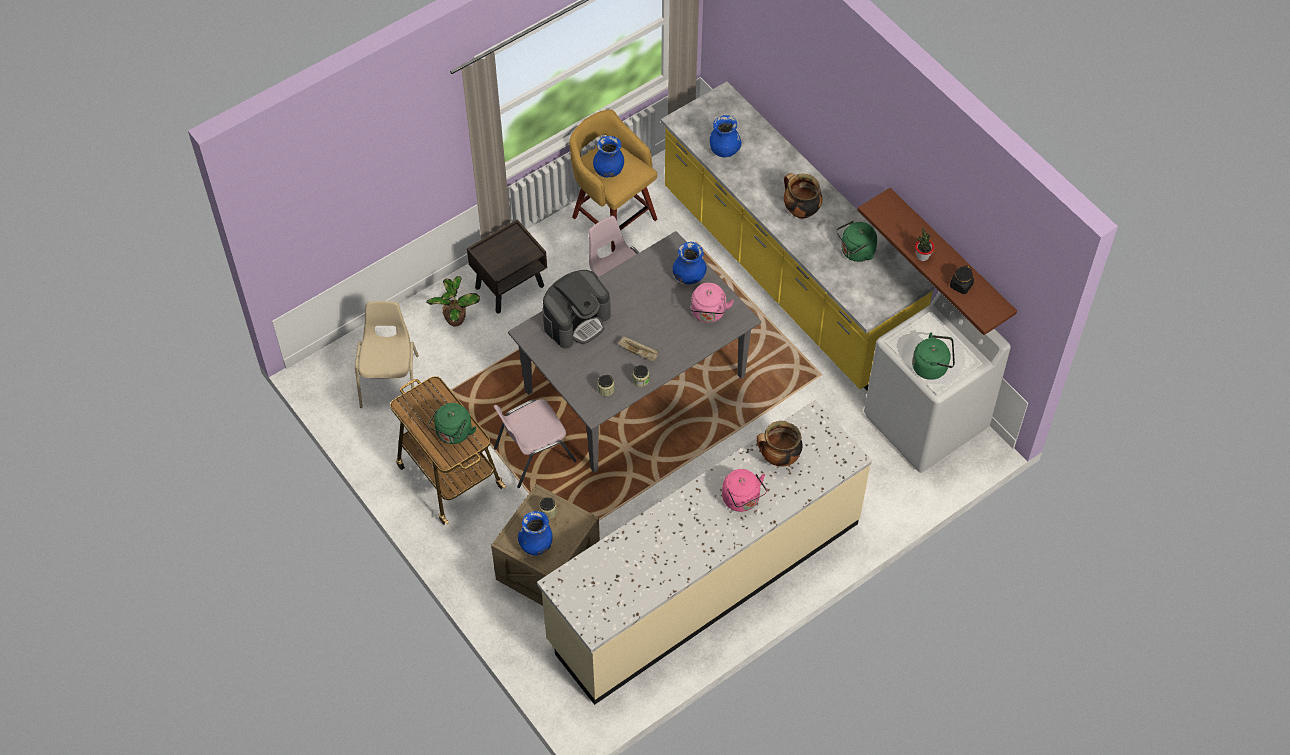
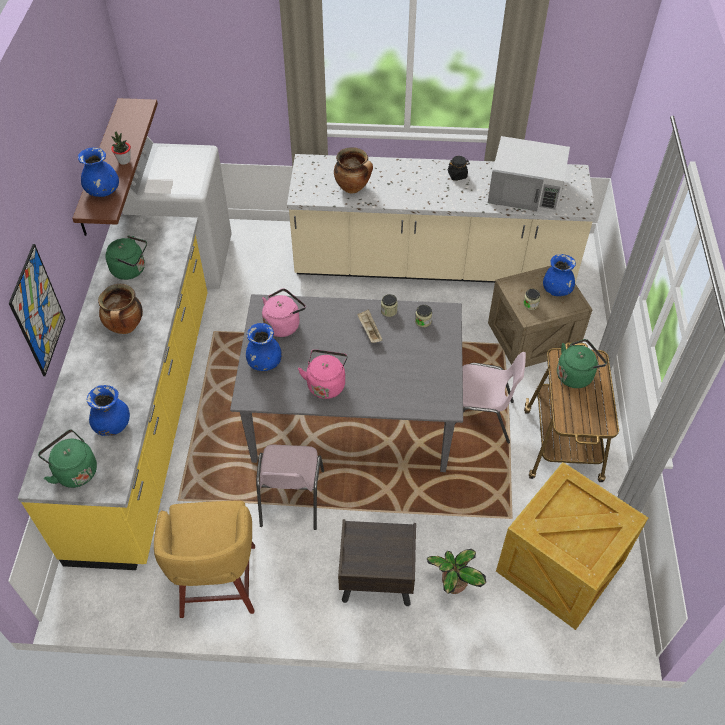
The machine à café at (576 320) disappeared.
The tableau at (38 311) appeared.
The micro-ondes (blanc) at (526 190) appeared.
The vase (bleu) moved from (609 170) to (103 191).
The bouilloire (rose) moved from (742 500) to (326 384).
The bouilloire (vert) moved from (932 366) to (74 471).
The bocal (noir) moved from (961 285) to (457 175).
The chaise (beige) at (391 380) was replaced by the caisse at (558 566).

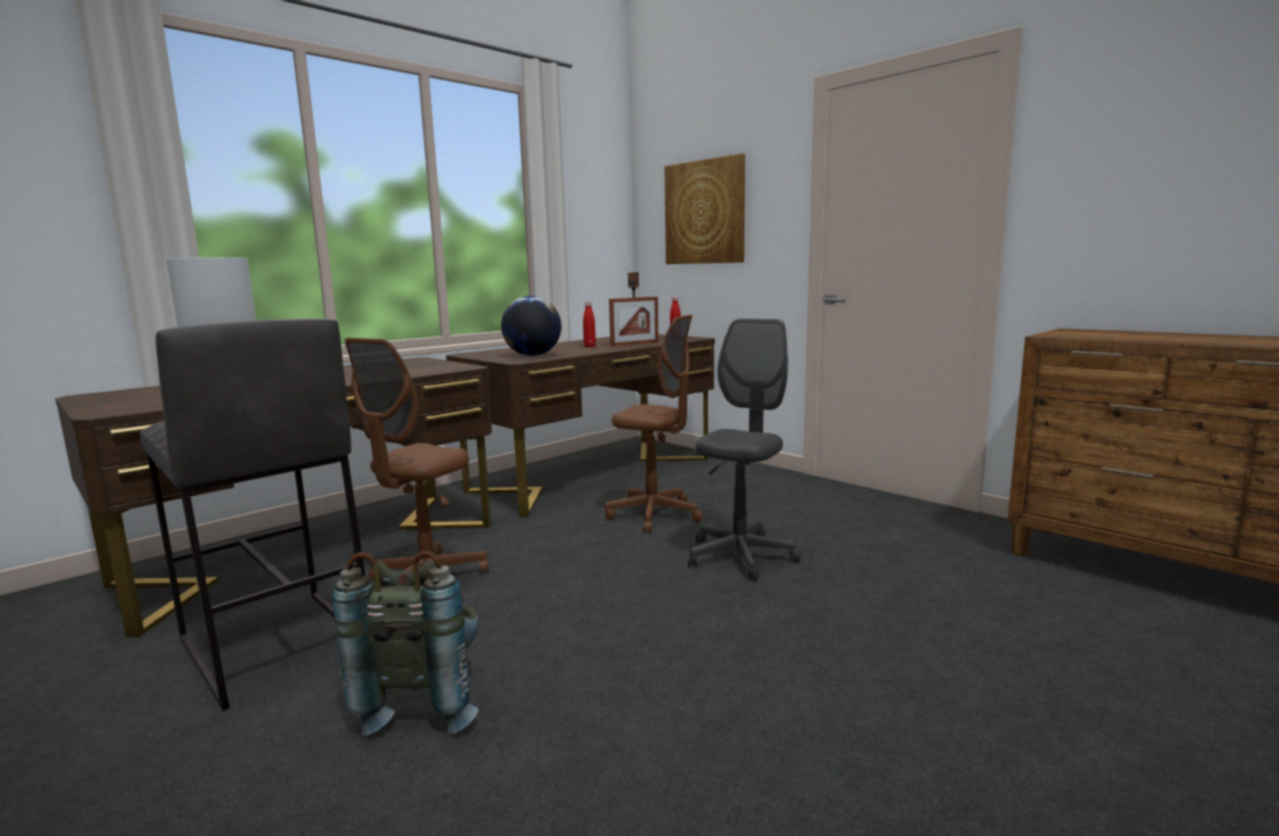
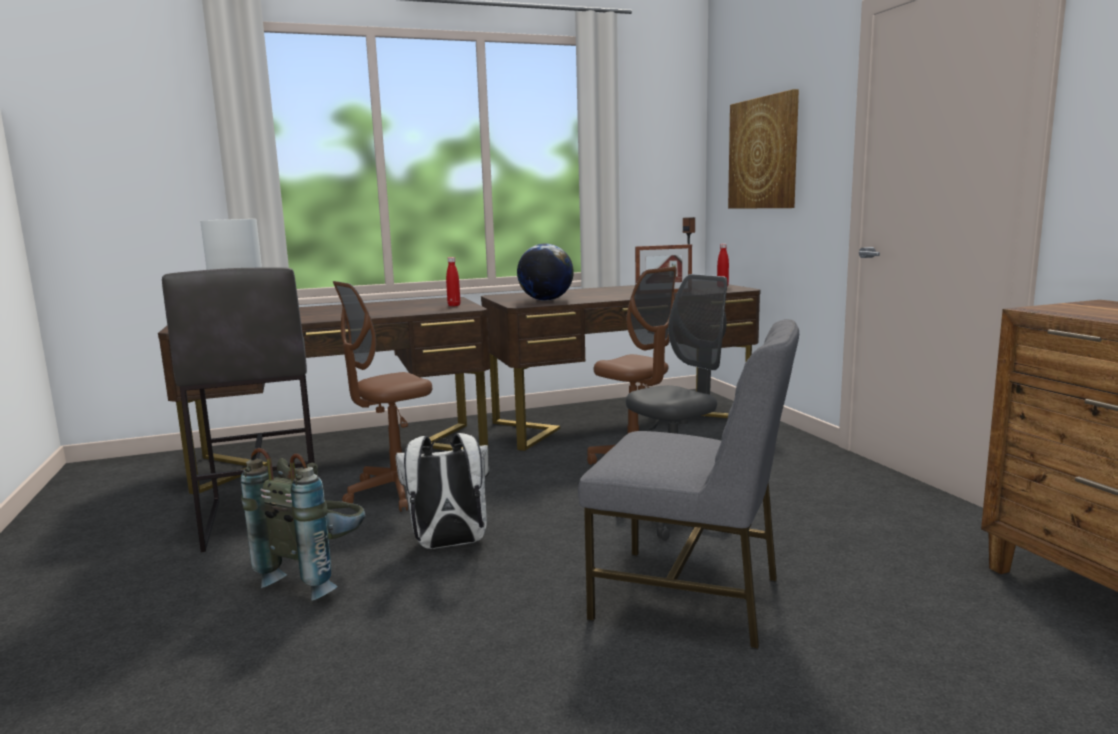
The sac à dos (blanc) at (448 545) appeared.
The chaise (gris) at (690 598) appeared.
The bouteille (rouge) moved from (589 346) to (454 305).

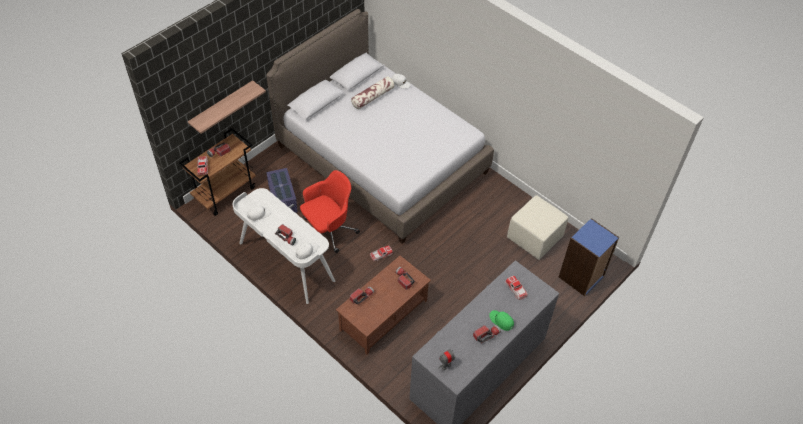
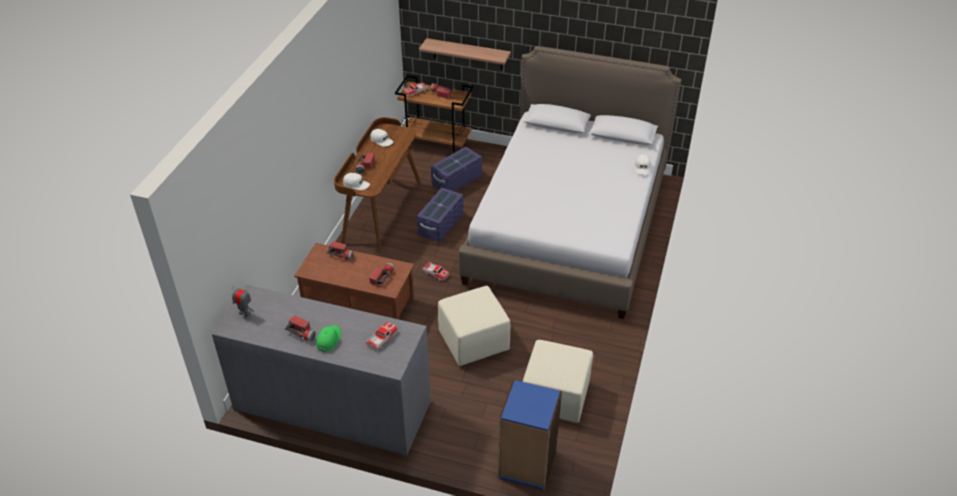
The coussin at (373 97) disappeared.
The pouf (beige) at (473 342) appeared.
The chaise de bureau (rouge) at (328 230) was replaced by the boîte de rangement (violet) at (440 225).
The bureau (blanc) at (285 262) became the bureau (marron) at (381 212).

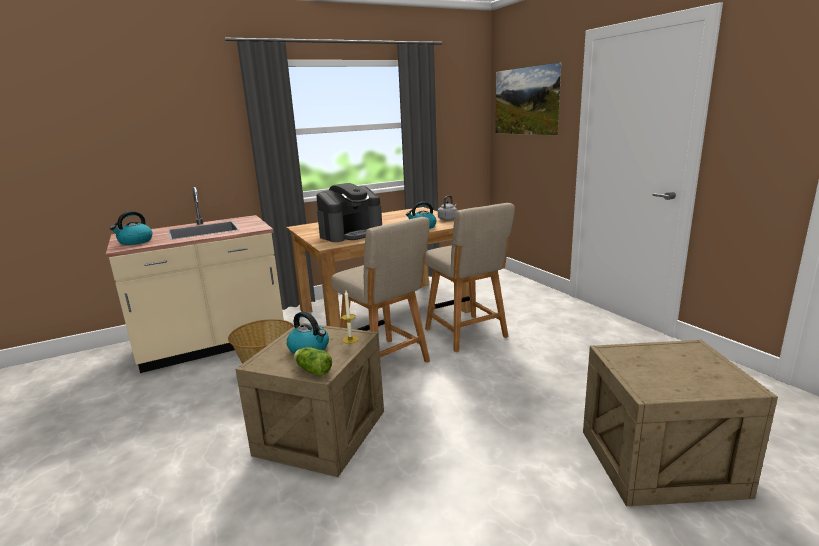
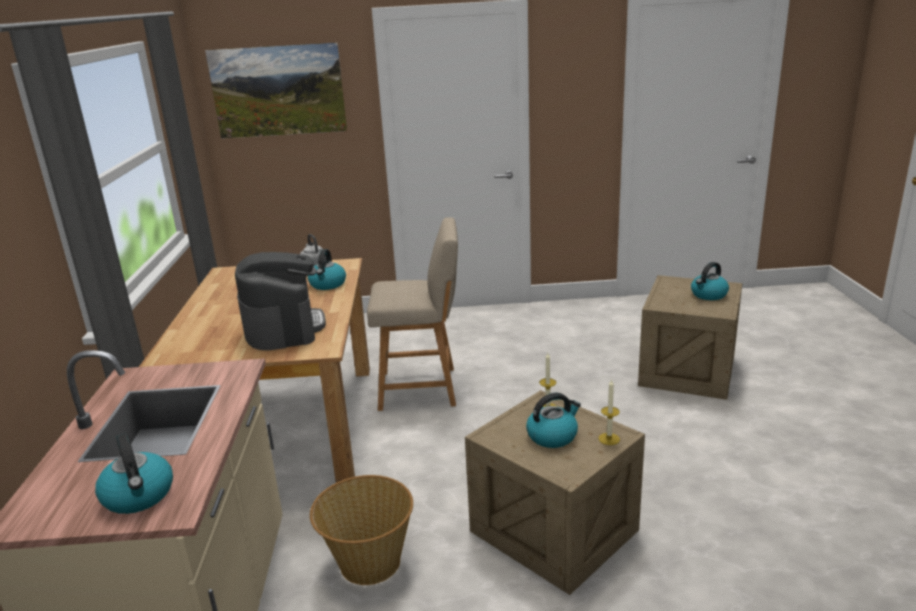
The chaise (beige) at (386 363) disappeared.
The bouilloire at (708 295) appeared.
The laitue at (312 370) was replaced by the bougie at (609 439).

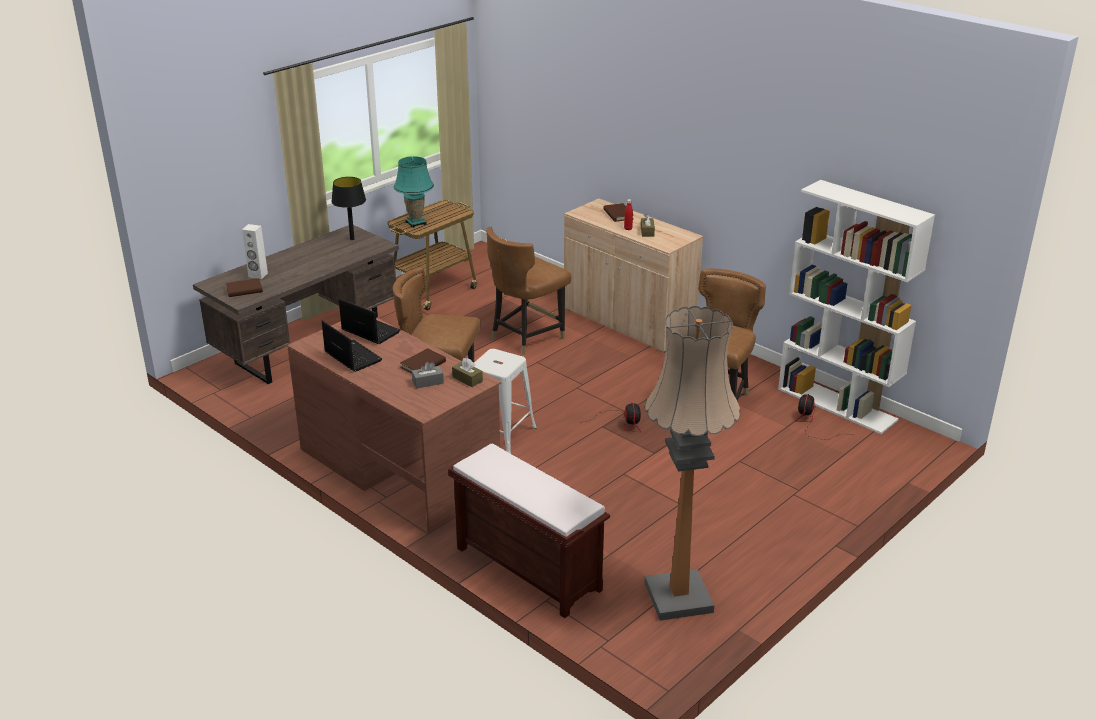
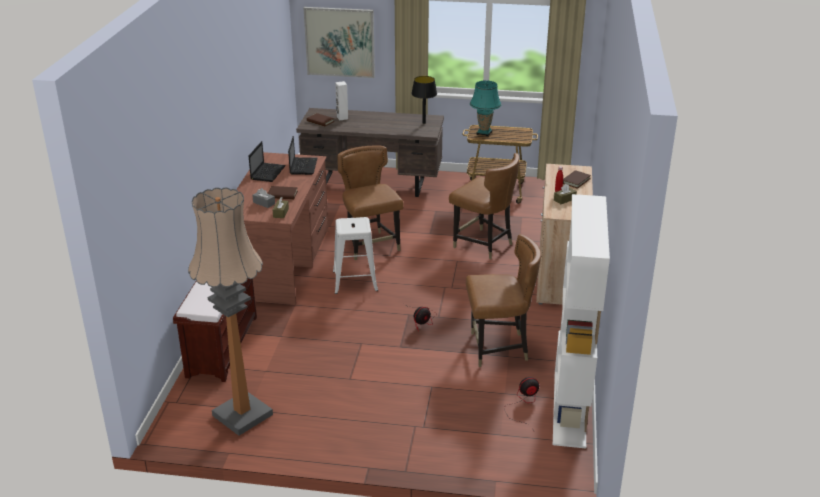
The tableau at (340 42) appeared.
The chaise (marron) at (526 337) turned 150 degrees counterclockwise.

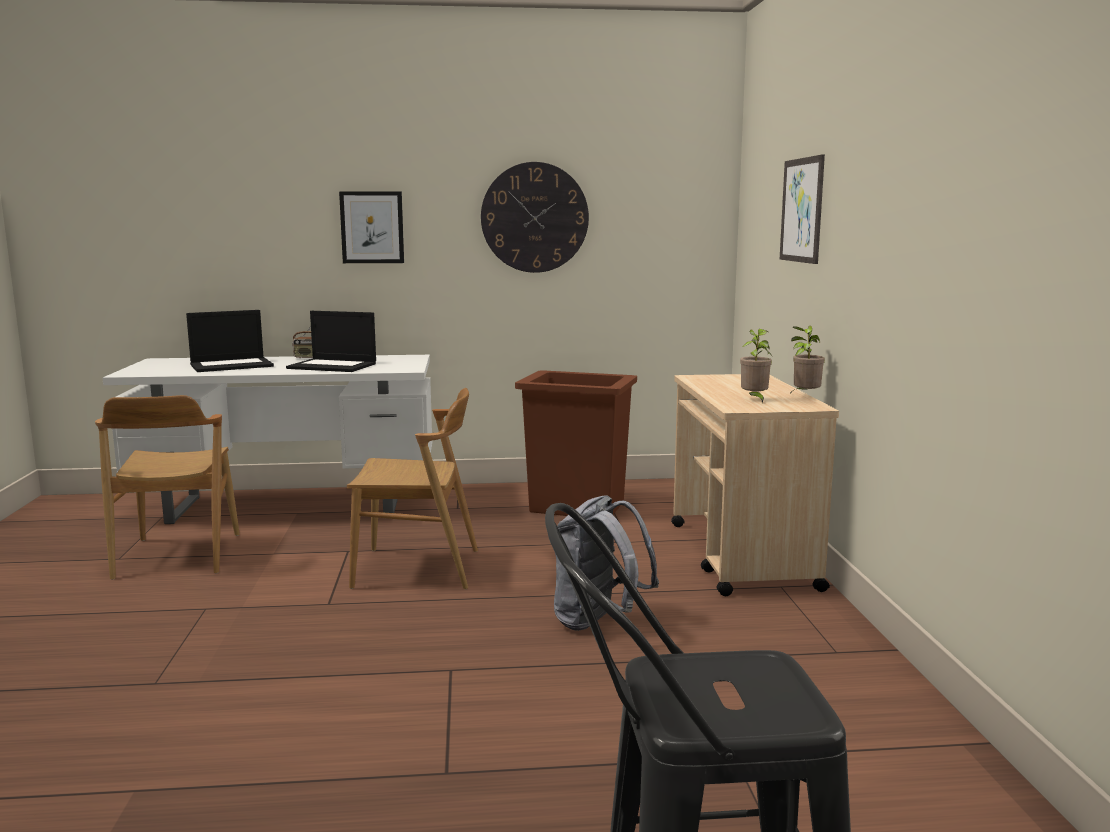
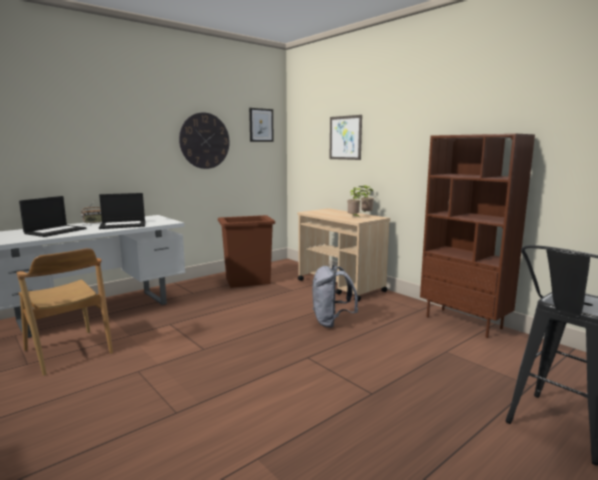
The chaise (marron) at (417 569) disappeared.
The bibliothèque (marron) at (464 322) appeared.
The tableau moved from (372 227) to (261 125).

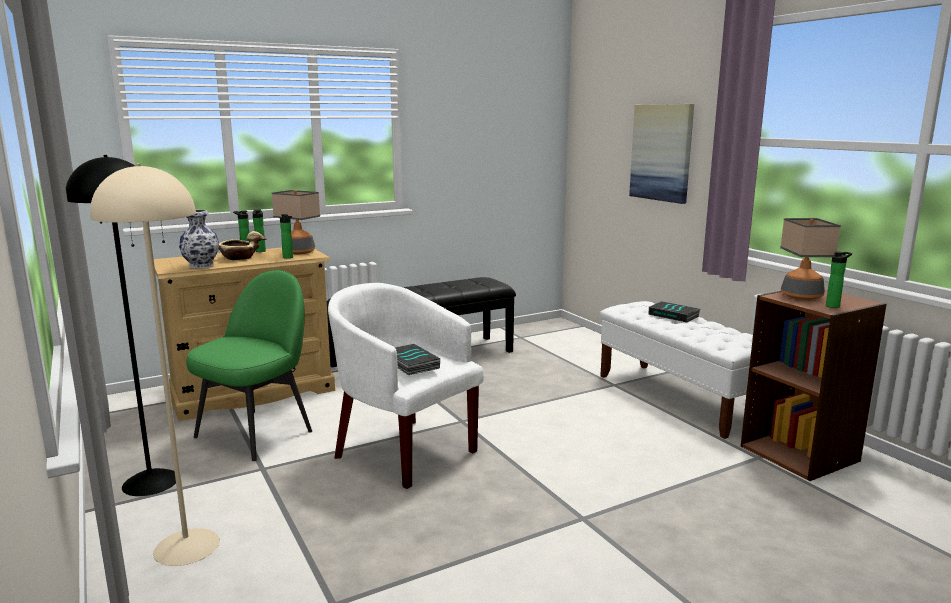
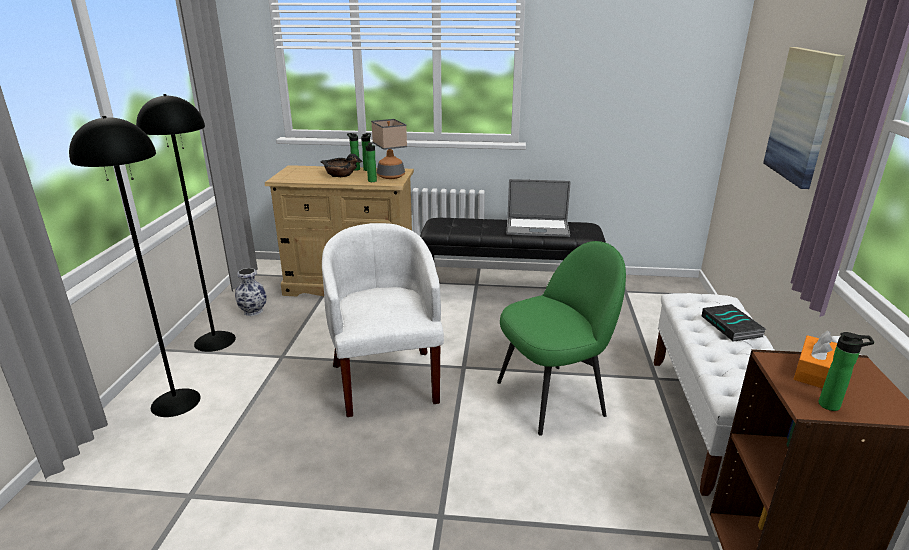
The livre at (410 364) disappeared.
The ordinateur portable at (537 228) appeared.
The vase moved from (201 265) to (253 311).
The chaise (vert) moved from (256 433) to (553 397).
The lampe de table at (801 296) was replaced by the boîte à mouchoirs (orange) at (813 371).
The lampadaire (beige) at (186 547) became the lampadaire (noir) at (175 402).
The bol (beige) at (238 258) became the bol (noir) at (340 174).

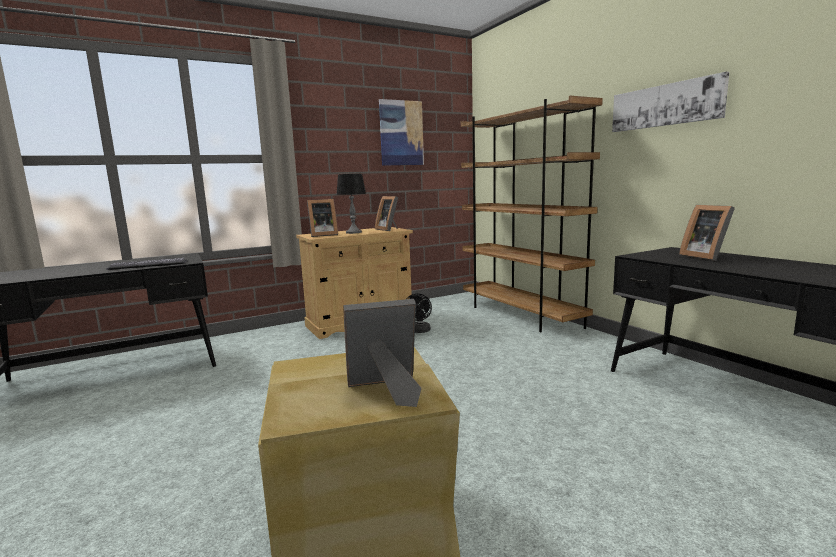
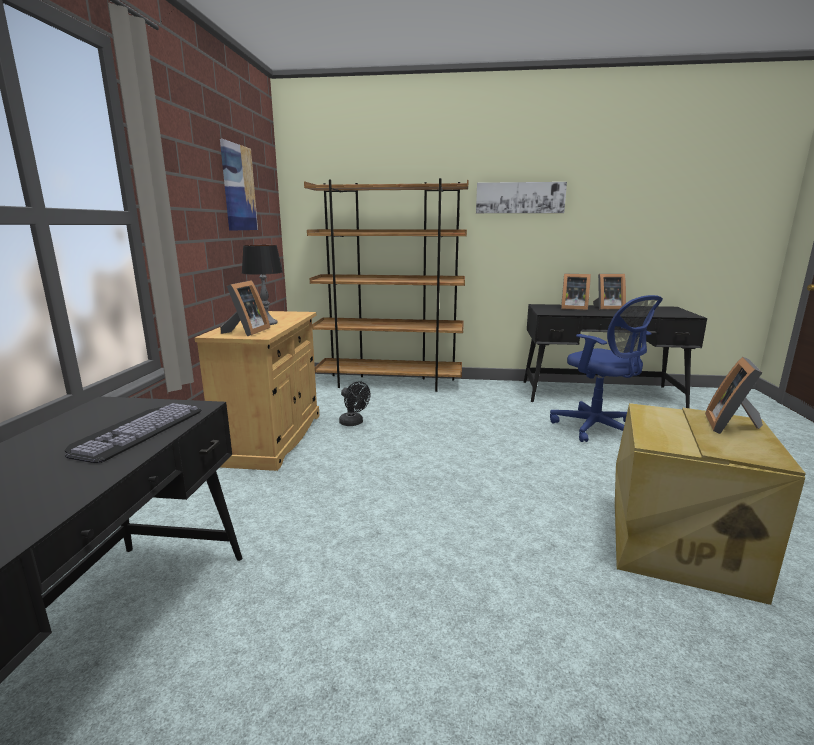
The chaise de bureau (bleu) at (597 429) appeared.
The cadre photo moved from (389 229) to (607 308).

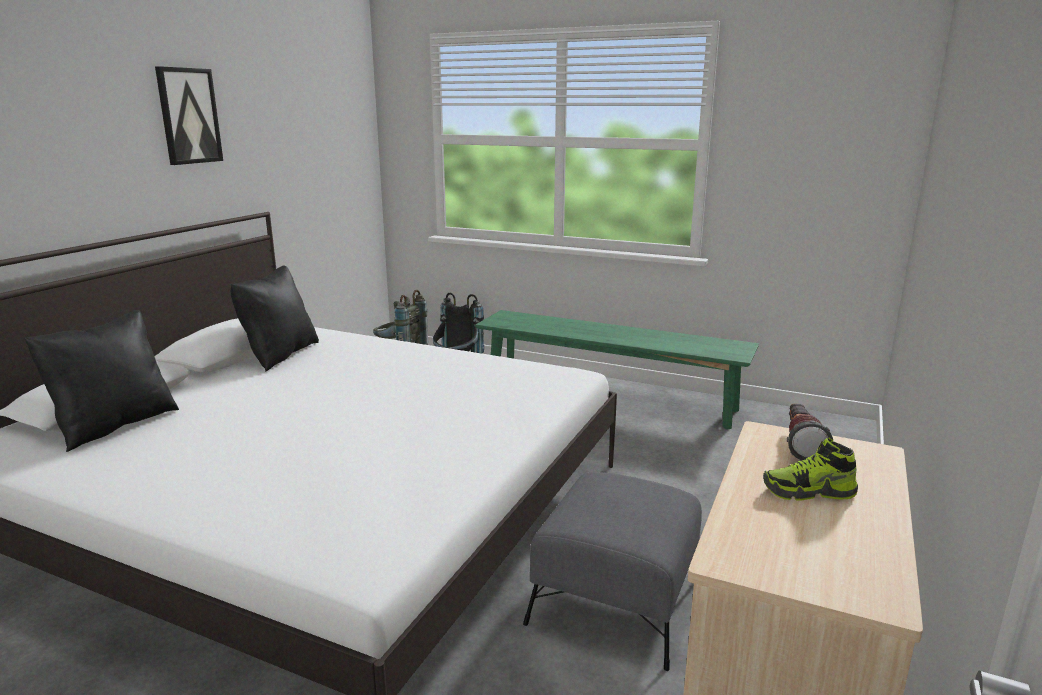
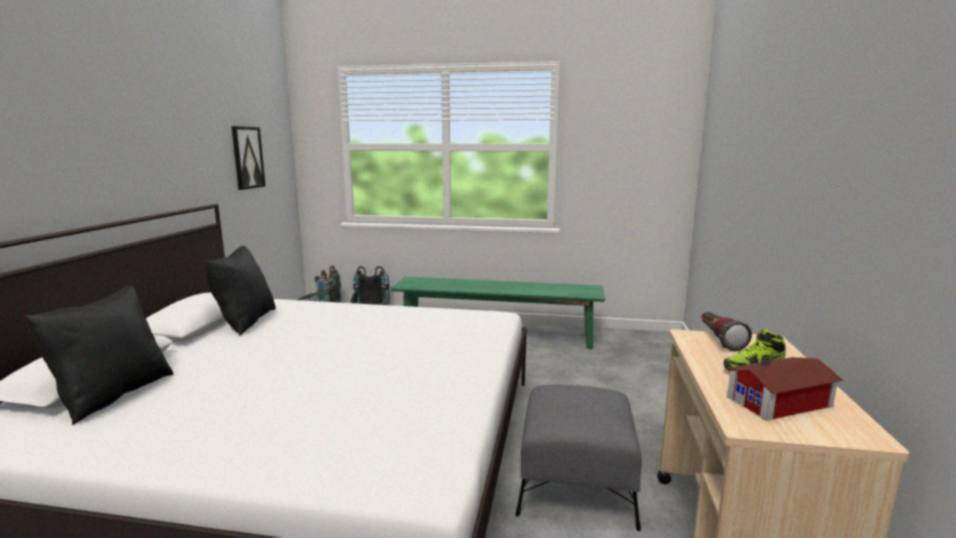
The maison miniature at (783 402) appeared.
The tableau moved from (189 116) to (247 157).

